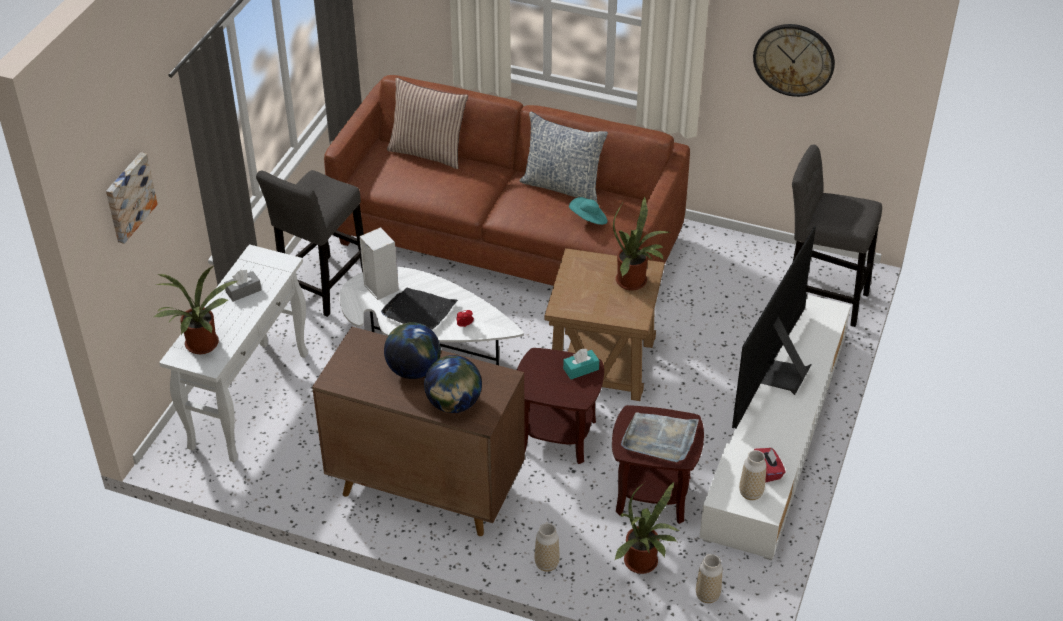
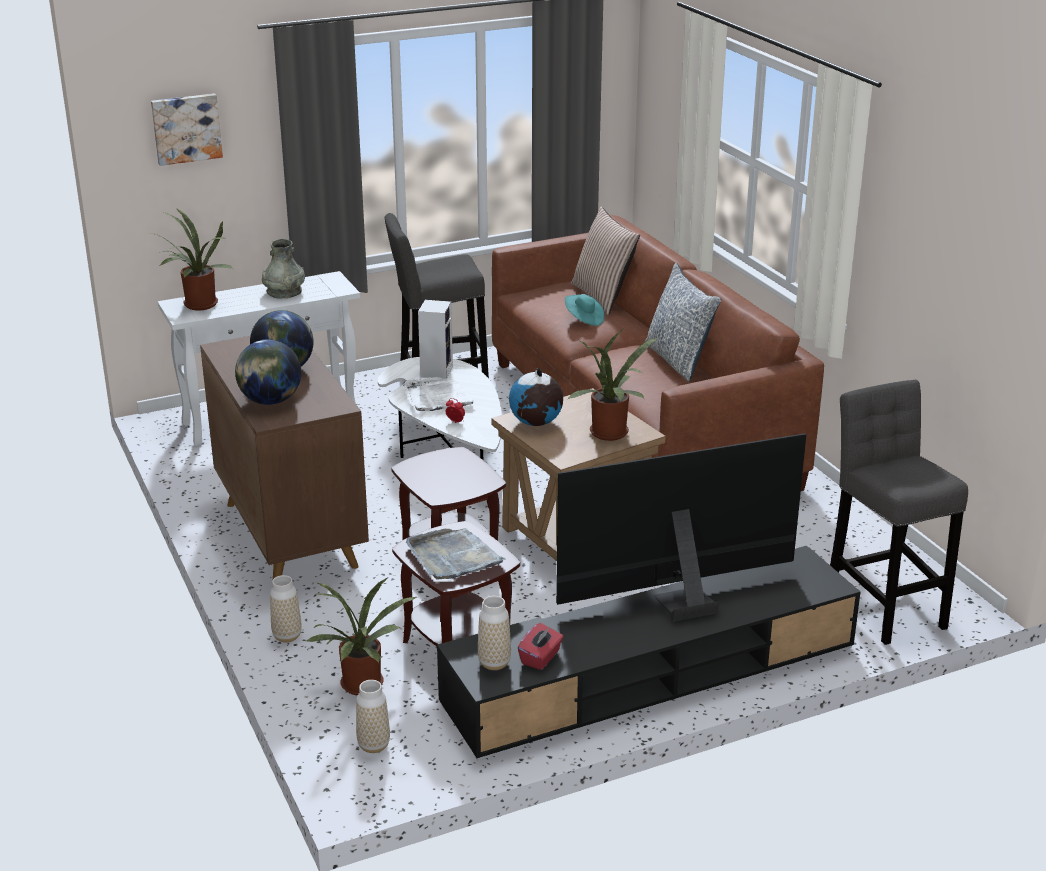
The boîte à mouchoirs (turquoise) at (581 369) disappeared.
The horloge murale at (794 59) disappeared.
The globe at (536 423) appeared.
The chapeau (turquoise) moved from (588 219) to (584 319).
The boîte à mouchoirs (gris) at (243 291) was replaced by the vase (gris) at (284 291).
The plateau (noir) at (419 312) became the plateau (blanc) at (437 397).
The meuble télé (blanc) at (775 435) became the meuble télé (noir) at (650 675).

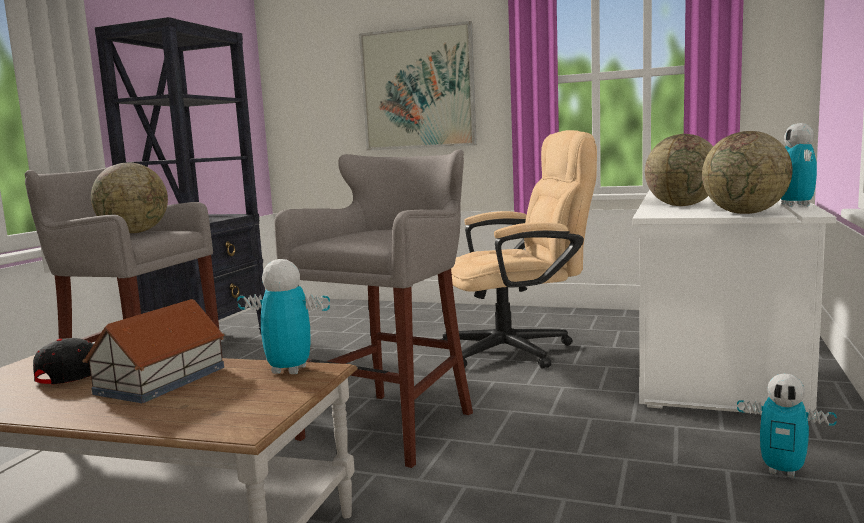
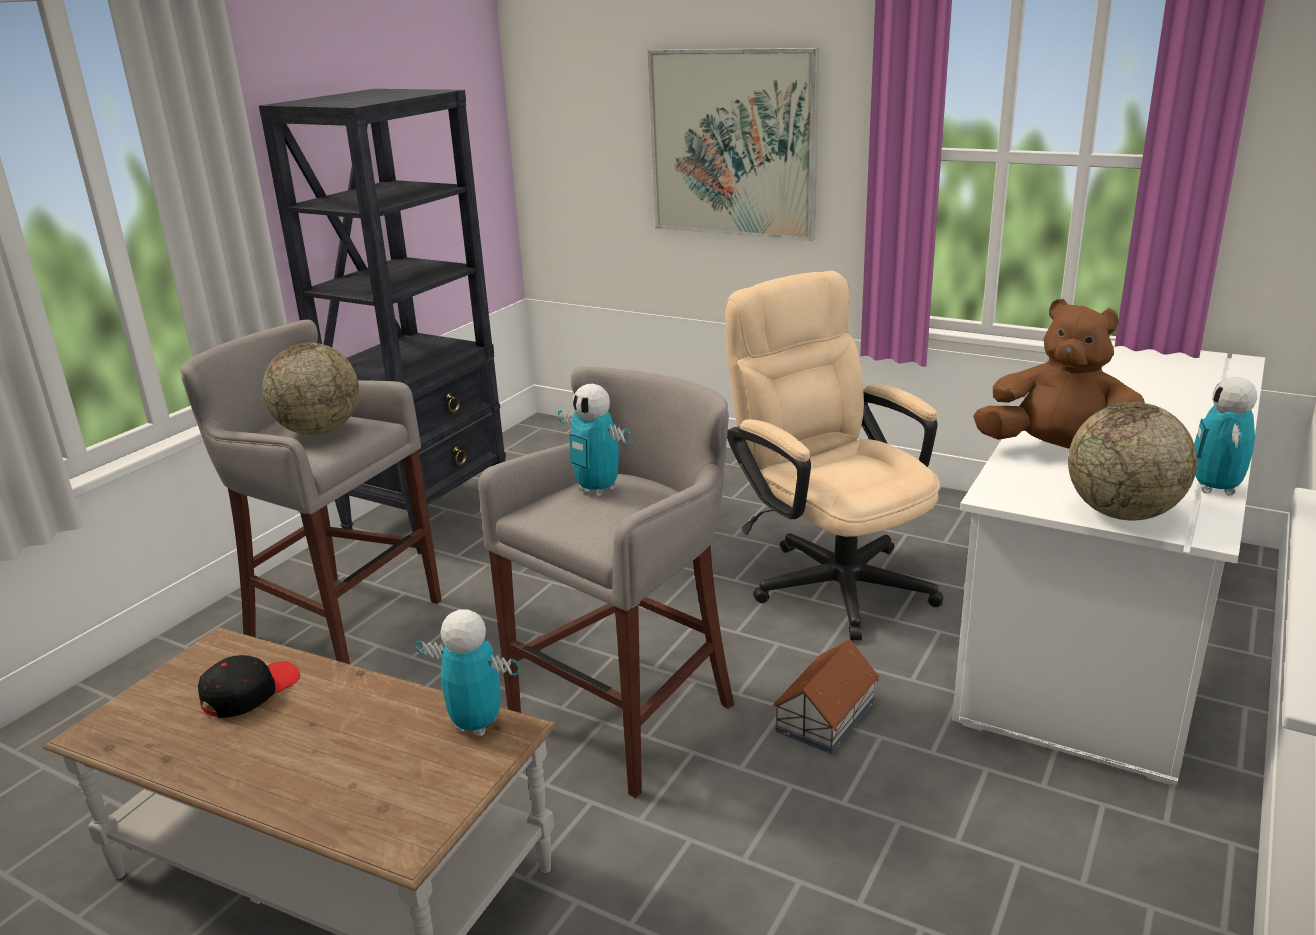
The maison miniature moved from (162 380) to (827 715).
The robot jouet moved from (782 471) to (597 489).
The globe at (681 205) was replaced by the peluche (marron) at (1057 454).
The chaise de bureau (beige) at (519 350) turned 120 degrees counterclockwise.

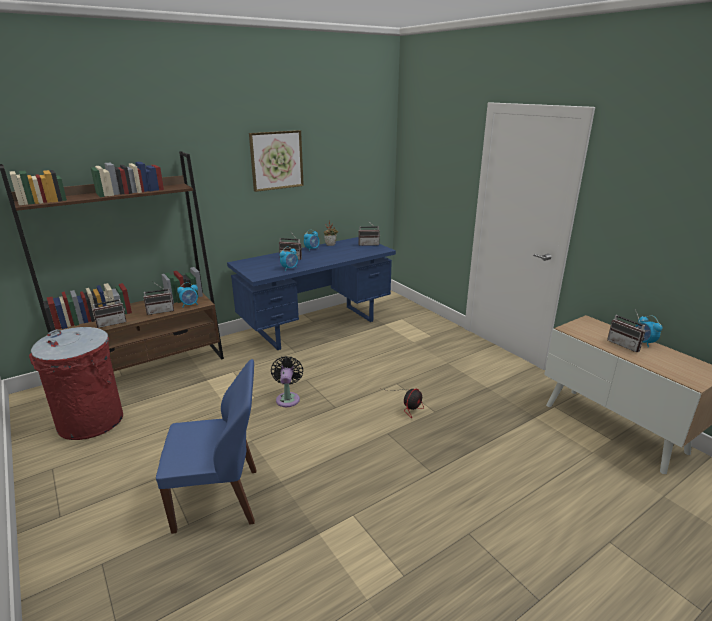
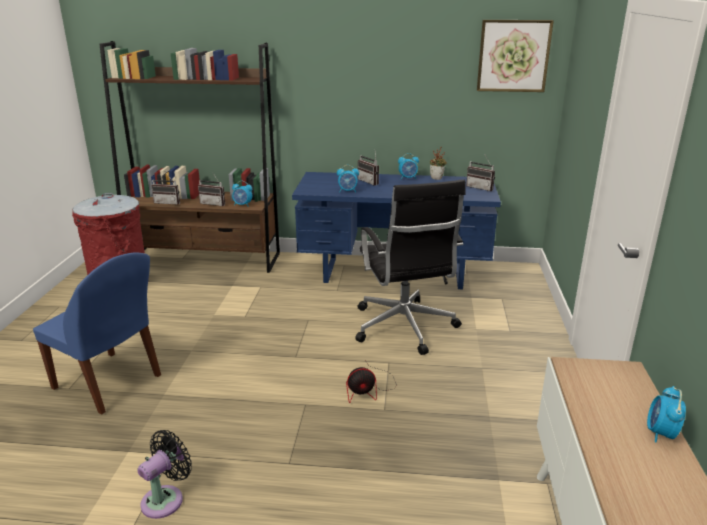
The radio at (625 345) disappeared.
The chaise de bureau (noir) at (404 328) appeared.
The tableau moved from (276 160) to (513 56).
The ventilateur (noir) moved from (288 398) to (166 499).

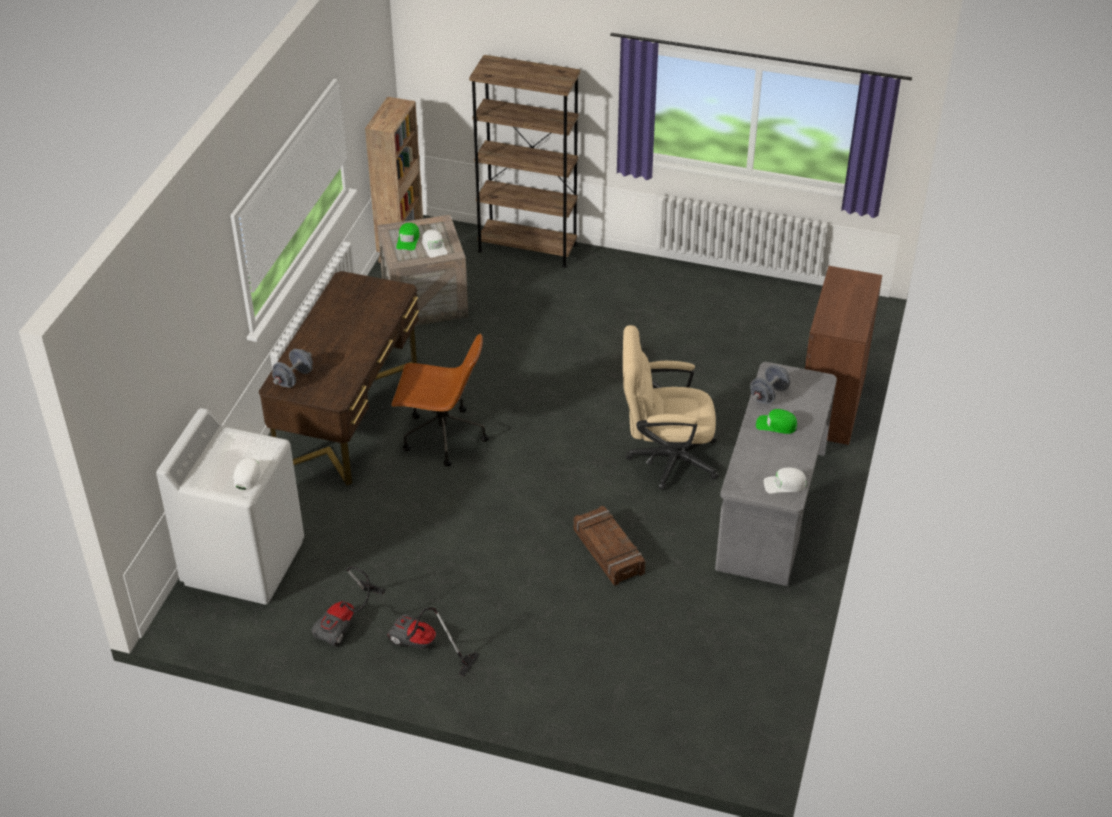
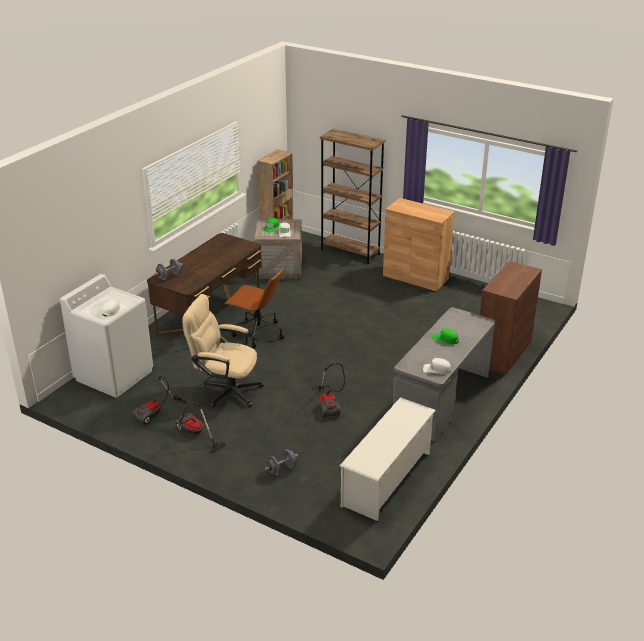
The étagère à chaussures (blanc) at (387 479) appeared.
The meuble de rangement (marron) at (415 277) appeared.
The chaise de bureau (beige) moved from (664 458) to (225 390).
The haltère (gris) moved from (768 395) to (281 469).
The caisse at (608 552) was replaced by the aspirateur at (329 405).

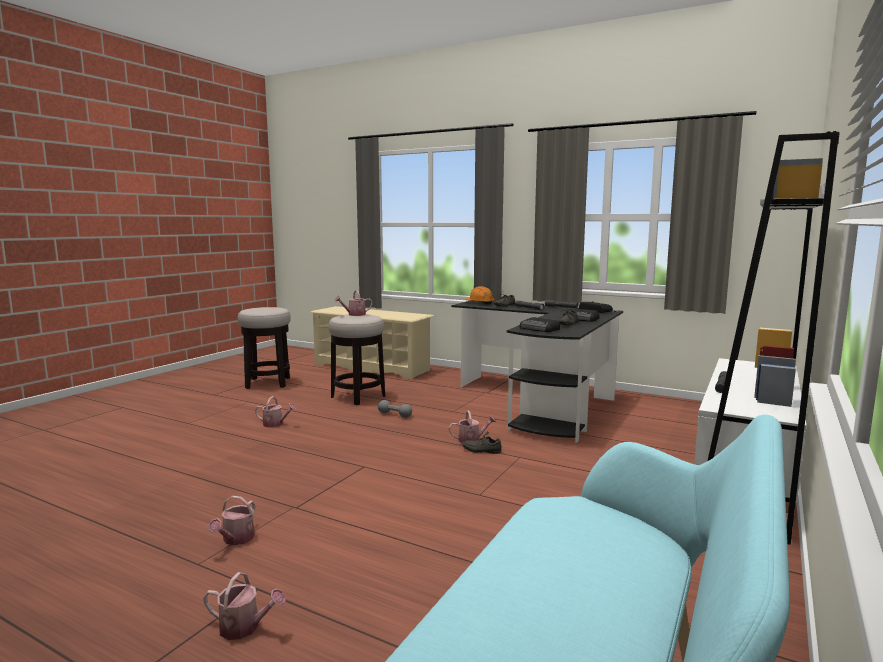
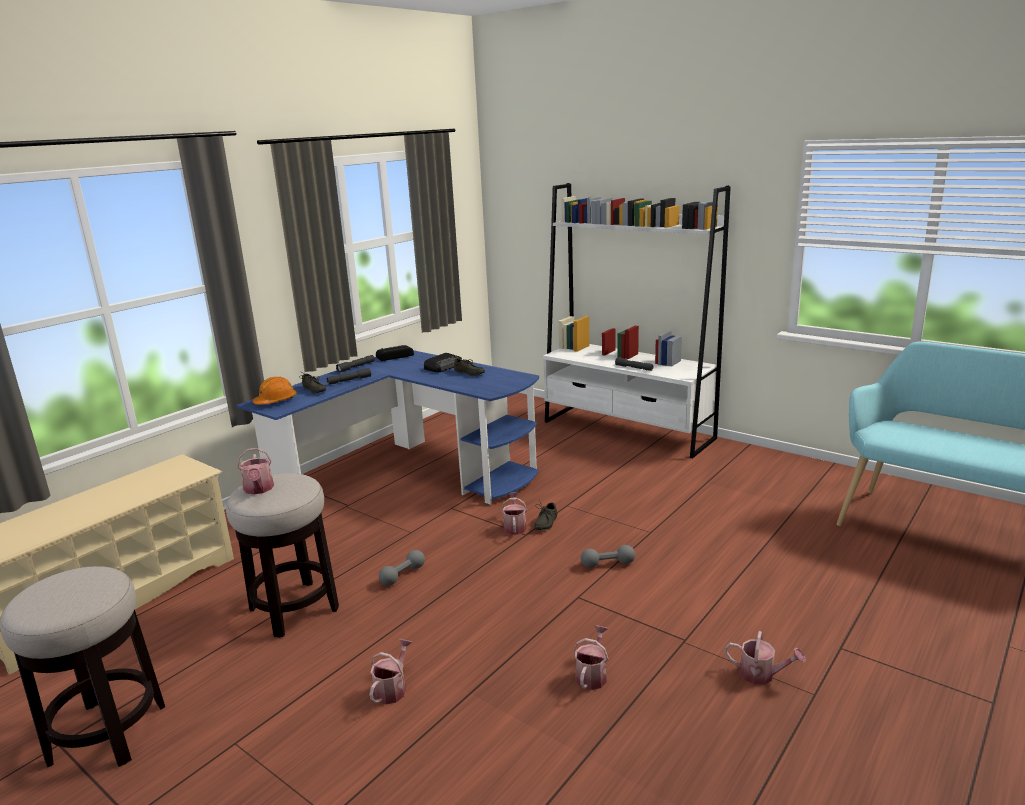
The radio at (539 329) disappeared.
The haltère (gris) at (608 564) appeared.
The arrosoir moved from (245 627) to (592 675).
The bureau (noir) at (543 402) became the bureau (bleu) at (410 476).

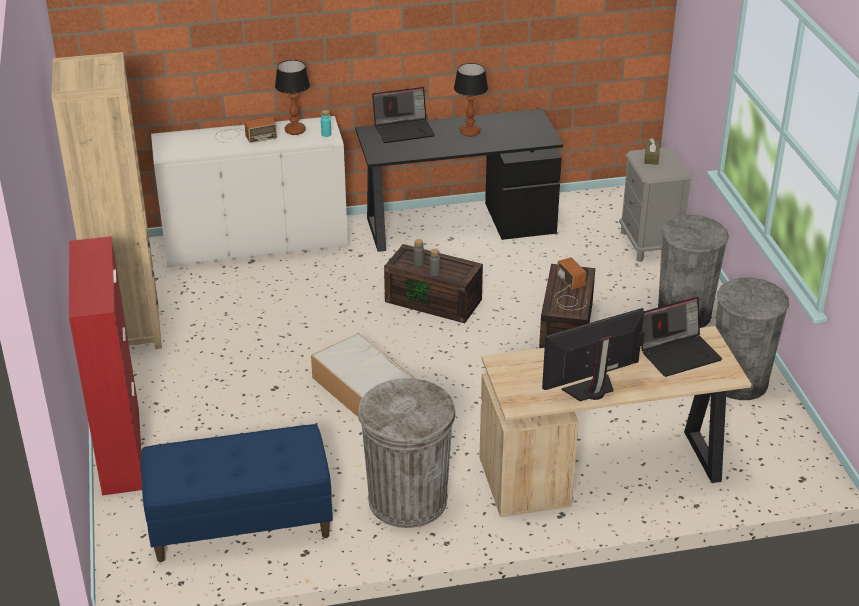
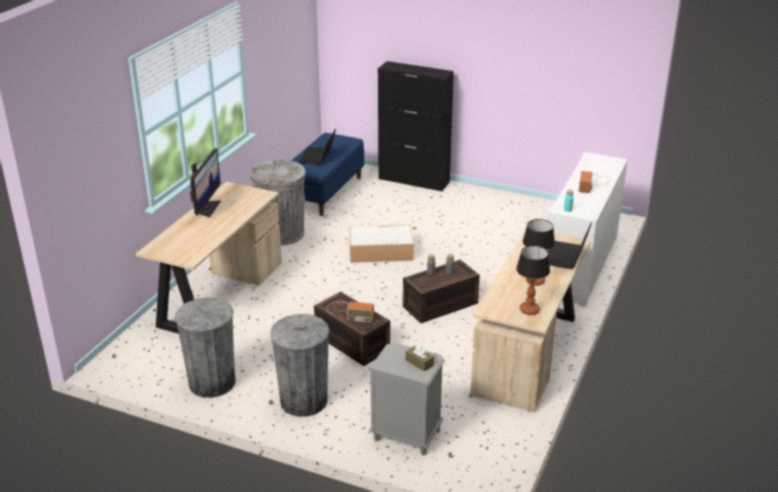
The bibliothèque (beige) at (128 330) disappeared.
The lampe de table moved from (295 130) to (529 310).
The ordinateur portable moved from (679 353) to (318 156).
The meuble de rangement (rouge) at (121 449) became the meuble de rangement (noir) at (414 180).
The bureau (noir) at (456 224) became the bureau (beige) at (528 353).

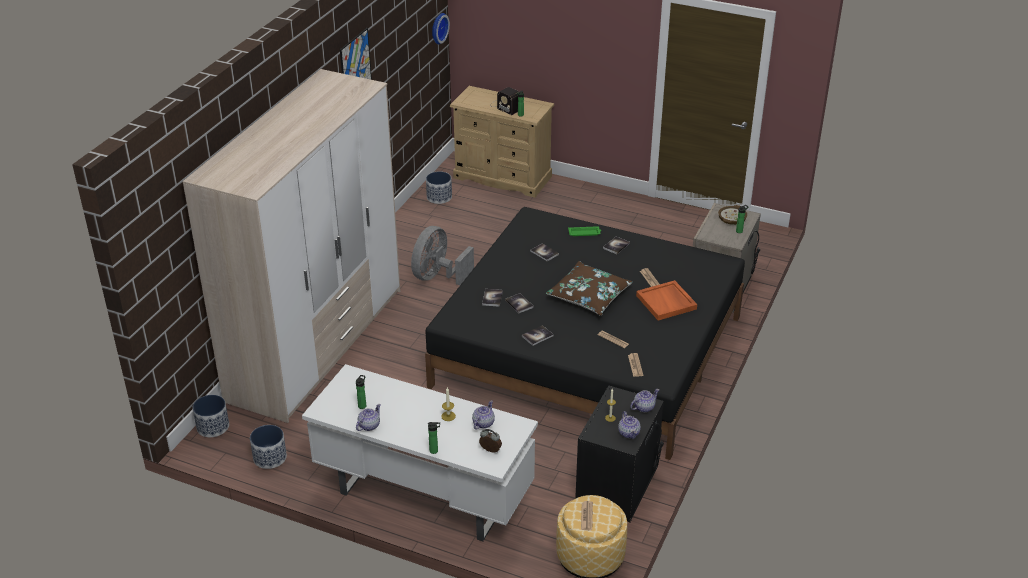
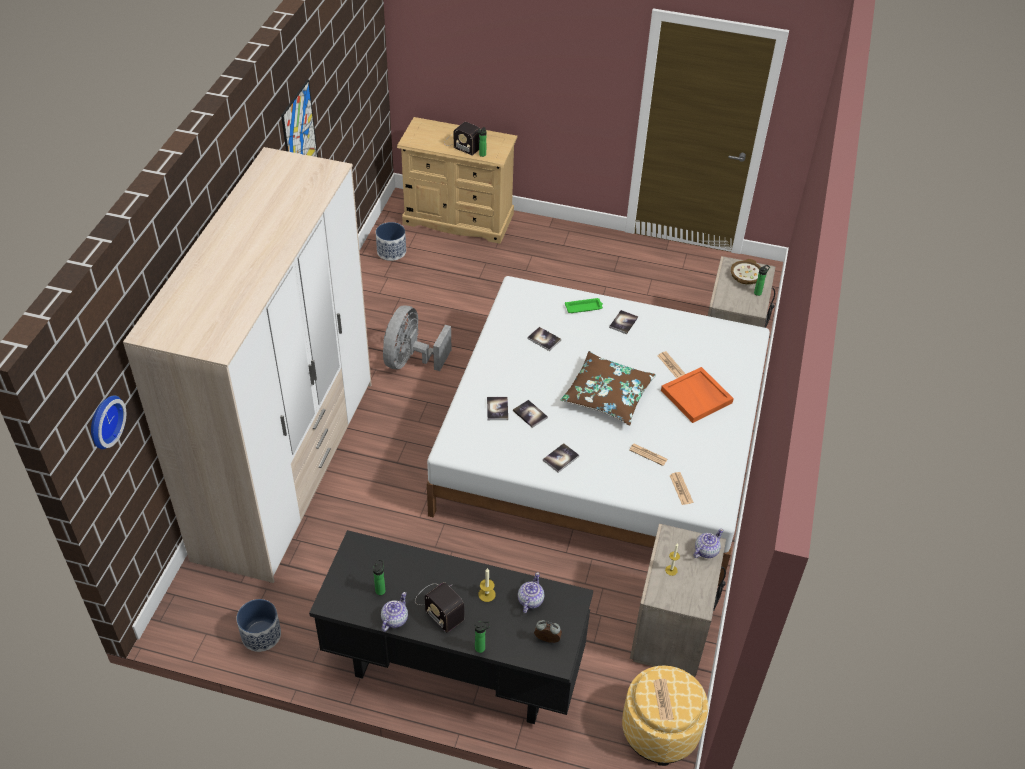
The cache-pot at (212 427) disappeared.
The théière at (629 433) disappeared.
The radio at (439 606) appeared.
The horloge murale moved from (438 28) to (103 421).
The bureau (blanc) at (423 497) became the bureau (noir) at (453 670).
The lit (noir) at (588 351) became the lit (blanc) at (601 447).
The table de chevet (noir) at (618 487) became the table de chevet (beige) at (672 630).

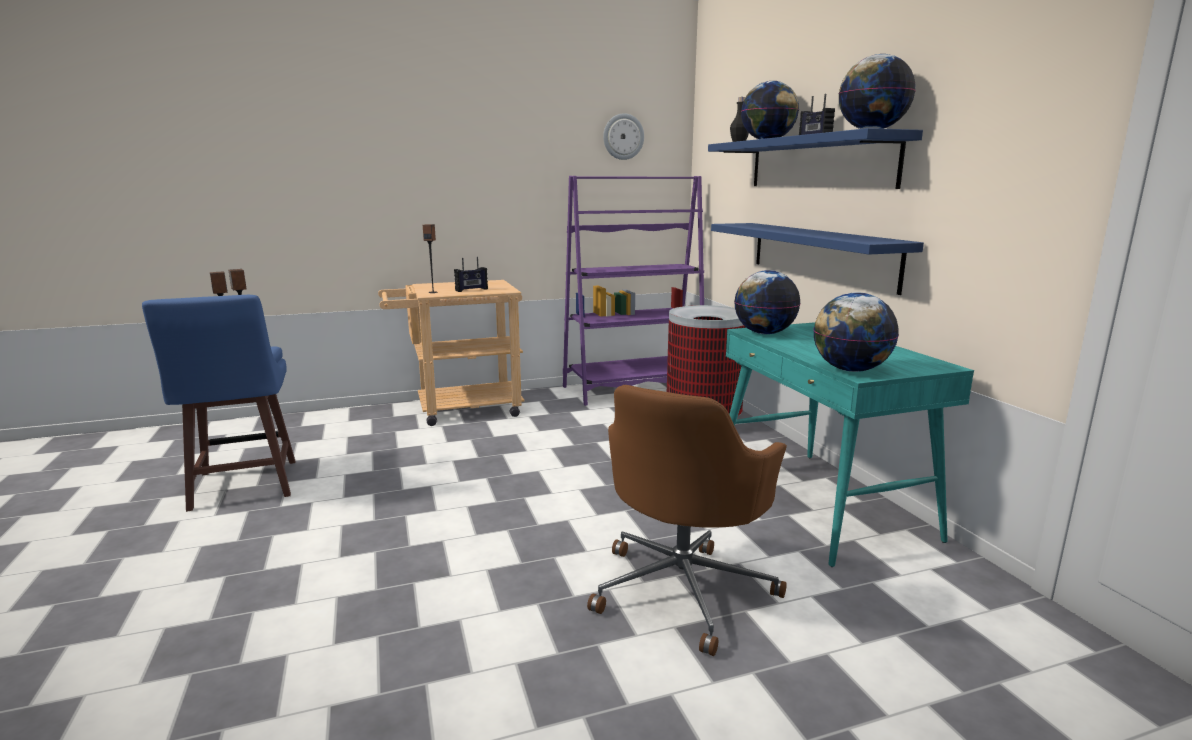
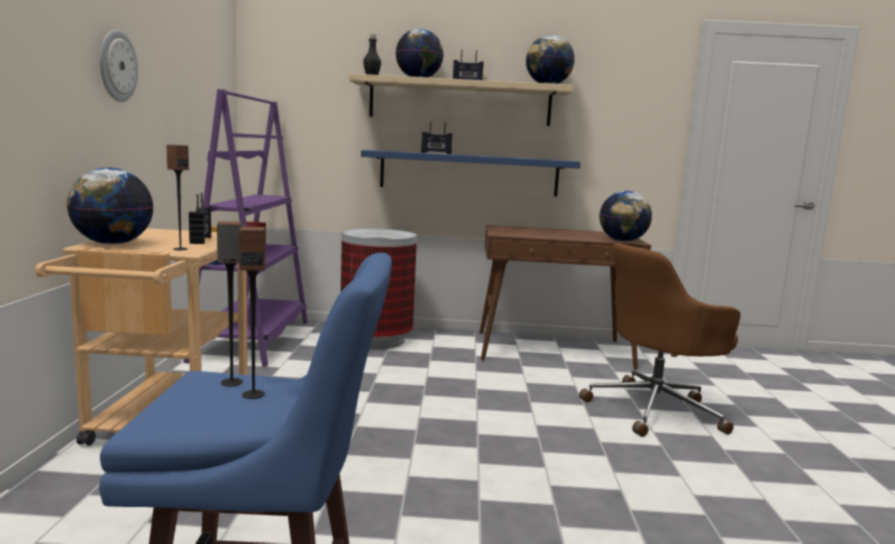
The radio at (436 153) appeared.
The horloge murale moved from (623 136) to (117 66).
The globe moved from (764 333) to (112 244).
The étagère (bleu) at (818 163) became the étagère (beige) at (460 102).
The bureau (turquoise) at (820 503) became the bureau (marron) at (553 350).
The chaise de bureau (marron) at (684 588) turned 105 degrees clockwise.

